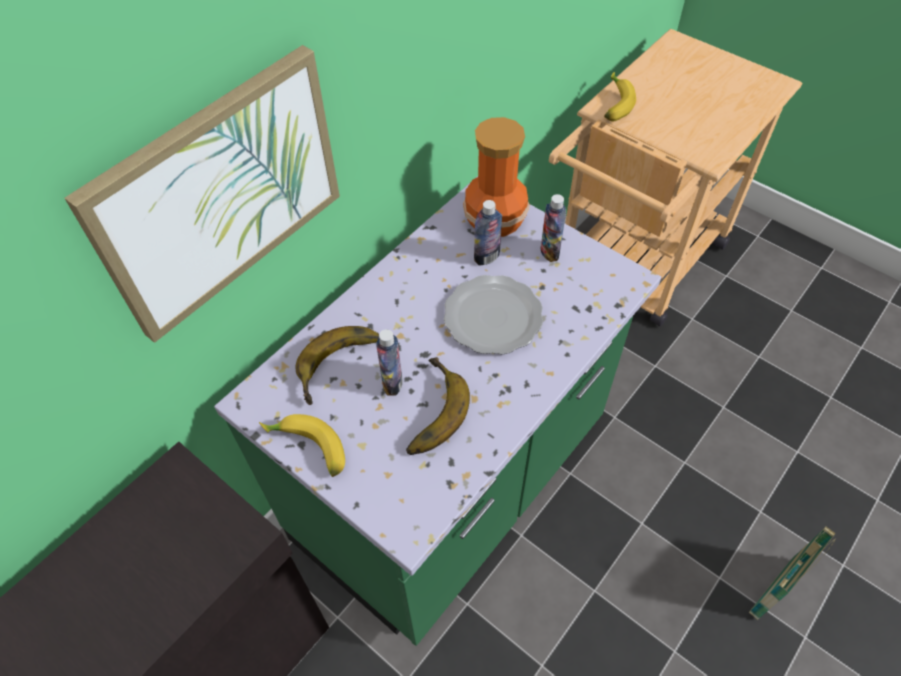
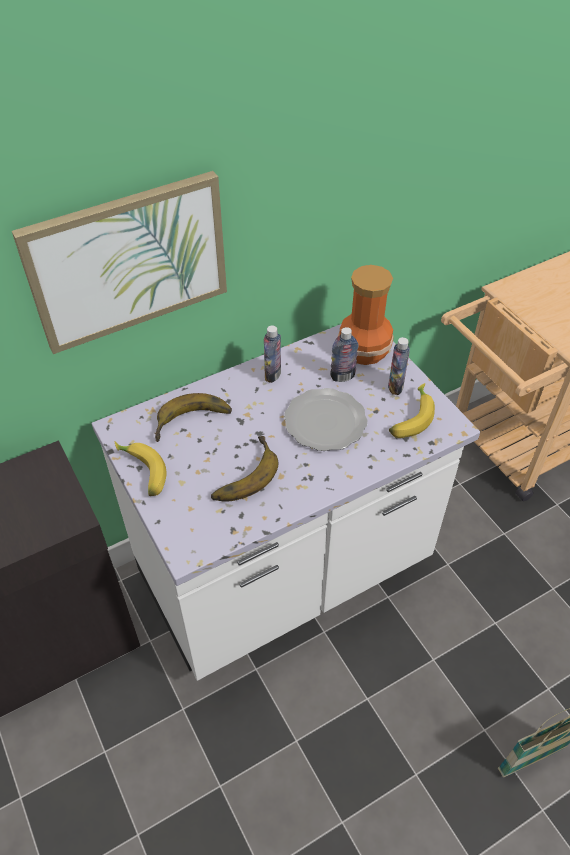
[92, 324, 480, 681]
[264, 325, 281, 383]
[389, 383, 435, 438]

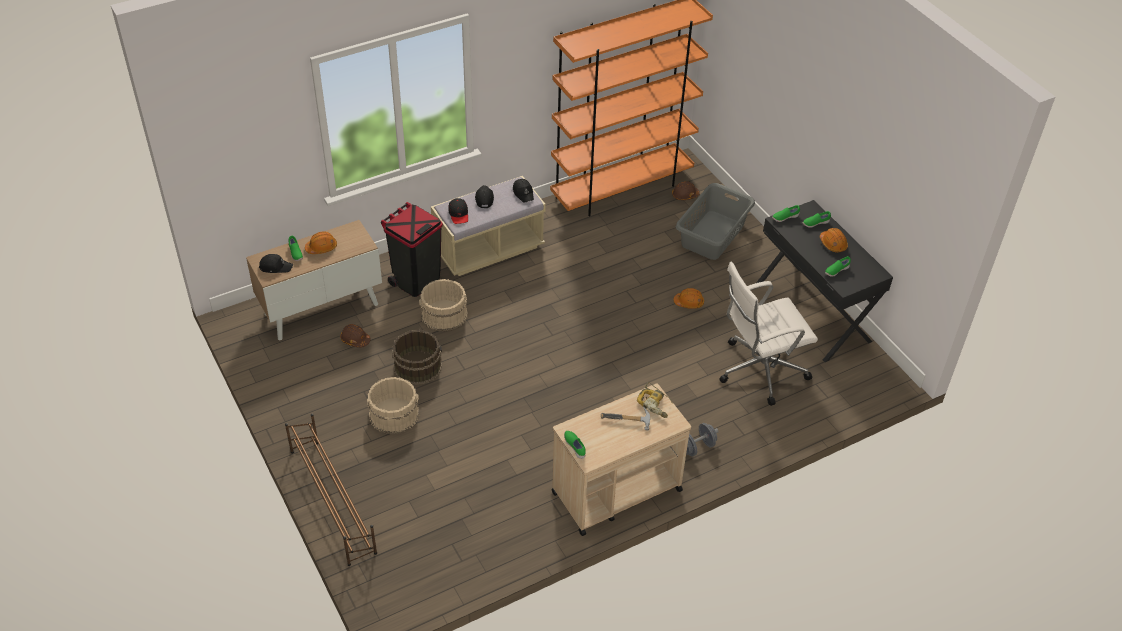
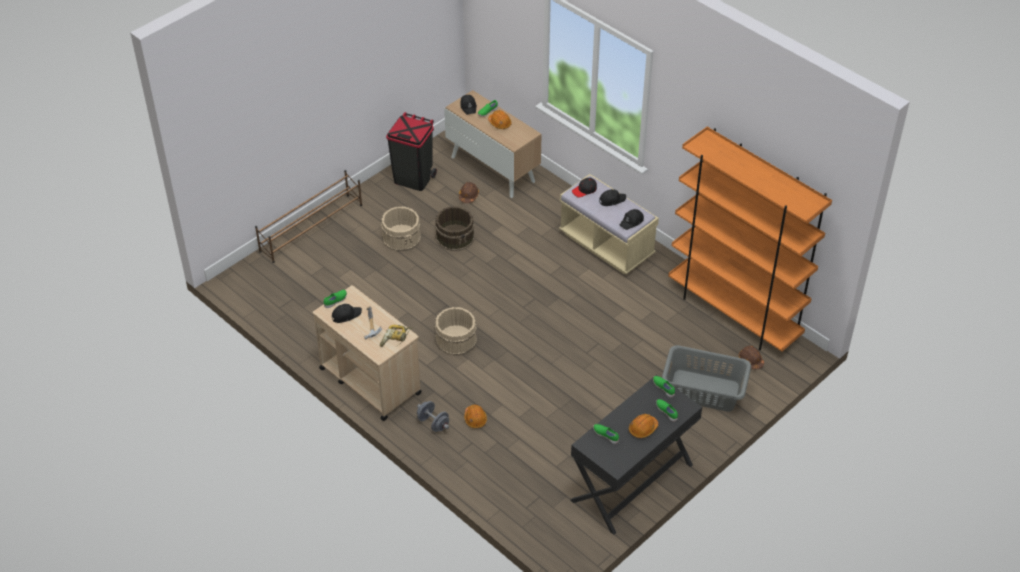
[332, 304, 362, 323]
[386, 112, 437, 191]
[435, 307, 477, 356]
[464, 404, 487, 428]
[719, 262, 818, 406] (first image)

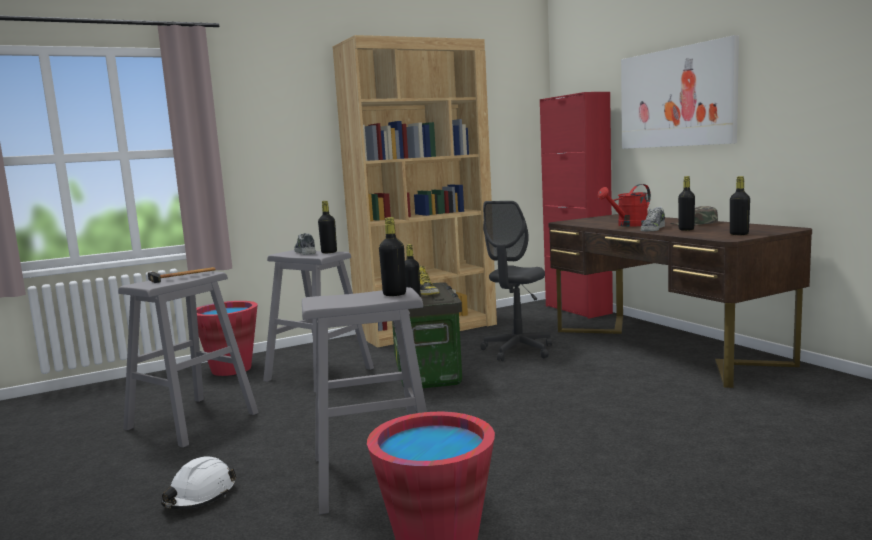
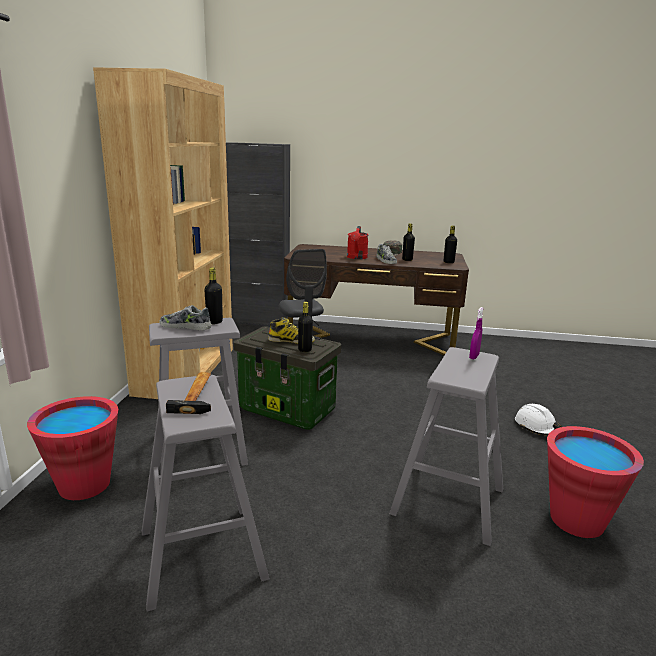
[226, 142, 290, 326]
[469, 307, 483, 359]
[515, 404, 562, 435]
[621, 35, 739, 149] (first image)

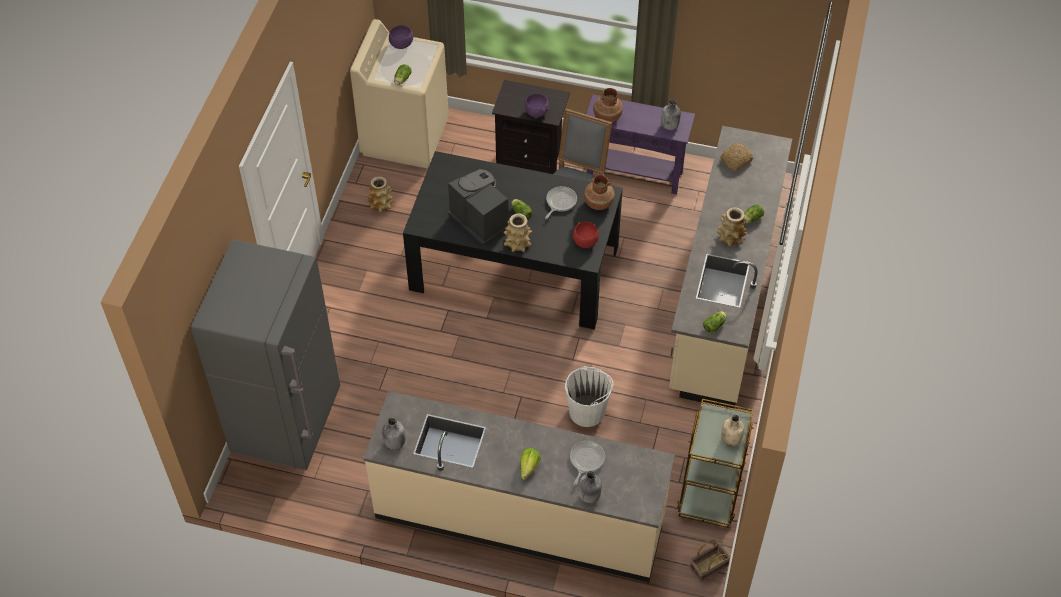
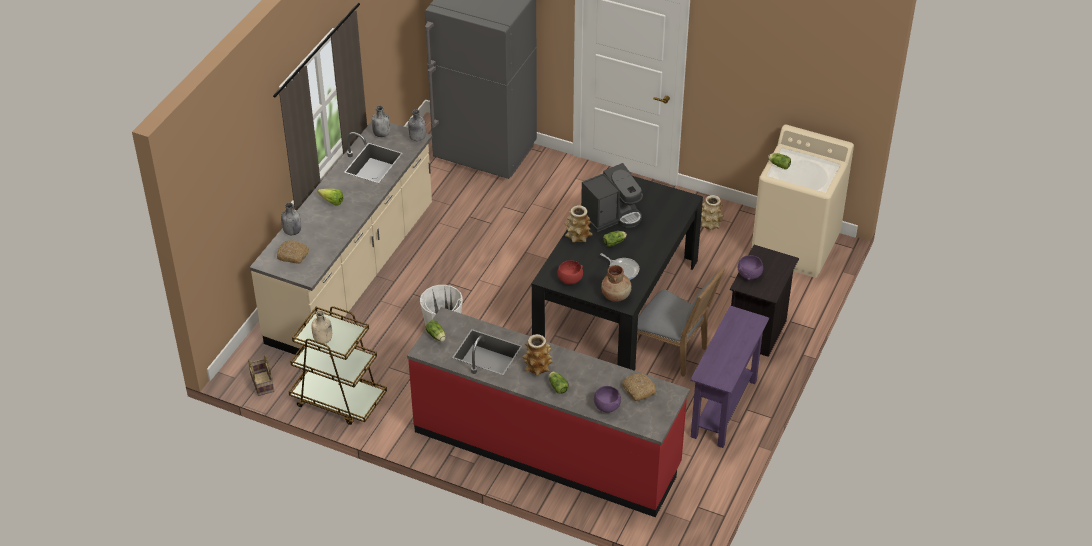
[277, 240, 309, 264]
[407, 307, 690, 518]
[408, 110, 426, 141]
[594, 386, 621, 413]
[570, 441, 605, 485] (first image)
[593, 88, 623, 122] (first image)

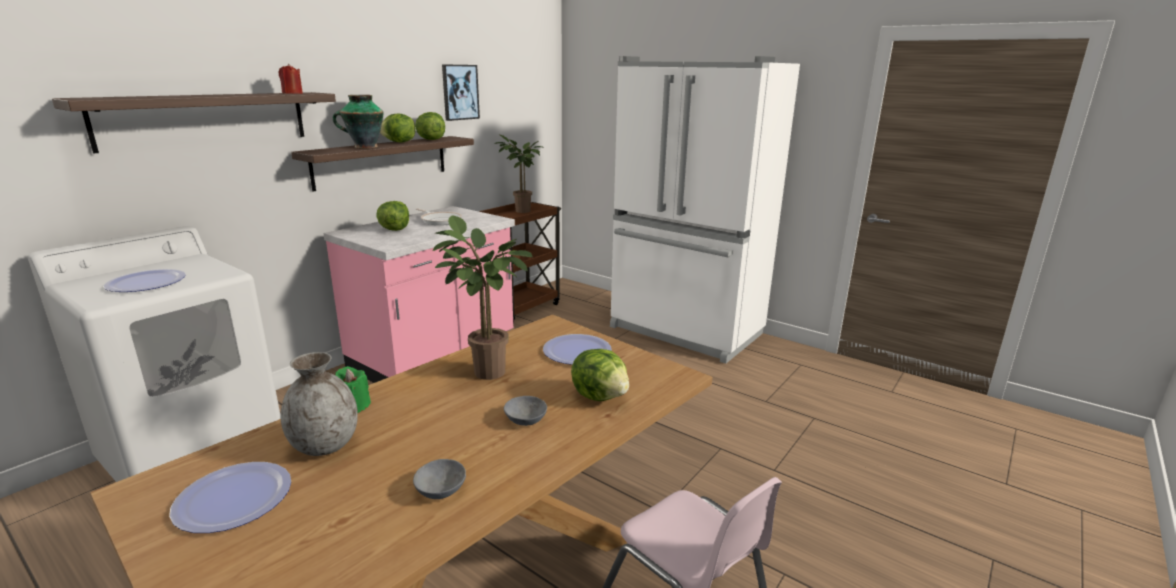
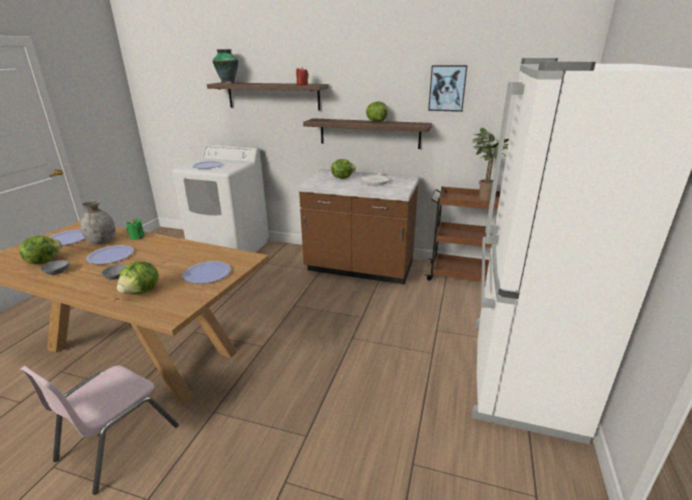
[19, 236, 62, 264]
[86, 245, 134, 264]
[212, 49, 238, 84]
[296, 169, 420, 285]
[433, 216, 533, 380] (first image)

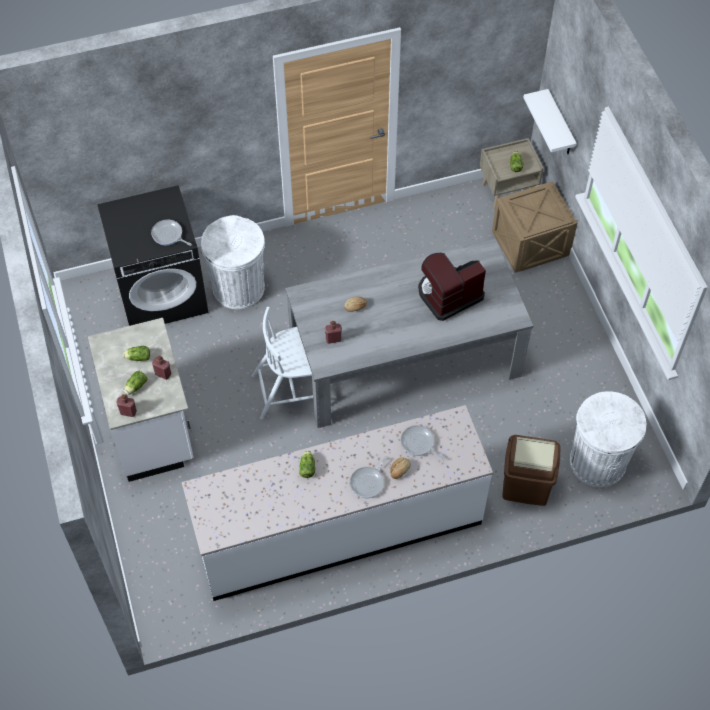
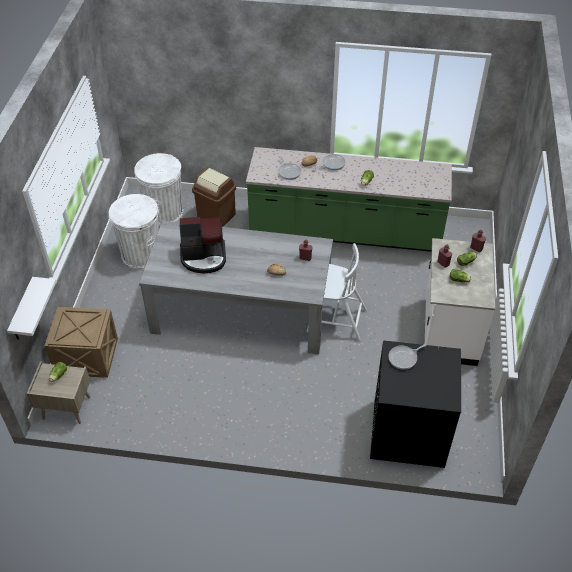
[109, 194, 159, 269]
[246, 147, 452, 252]
[388, 344, 426, 370]

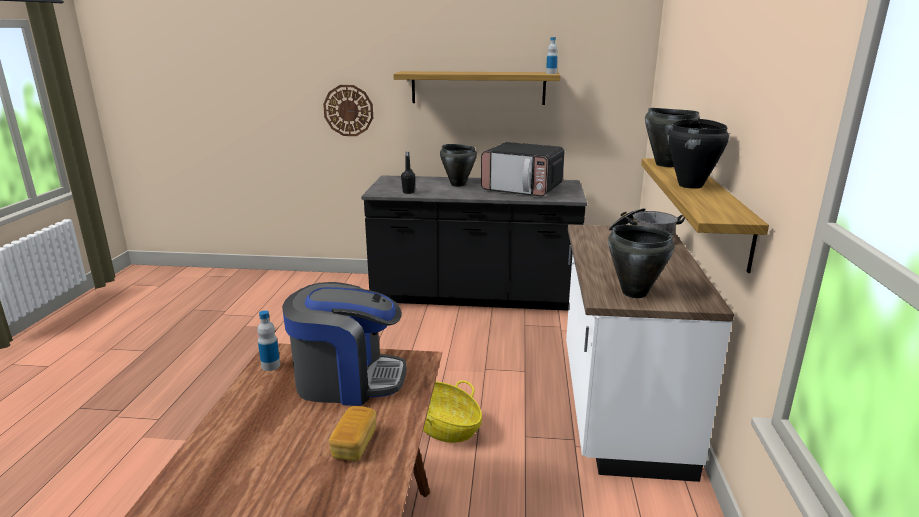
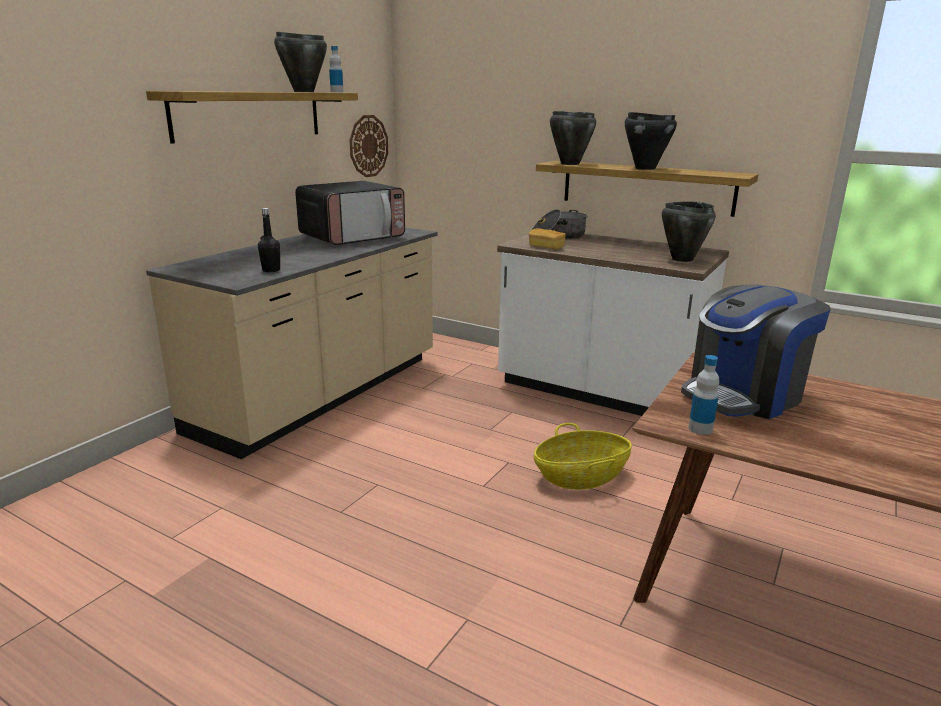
[146, 227, 438, 459]
[274, 32, 327, 92]
[350, 115, 388, 177]
[529, 228, 566, 249]
[681, 285, 831, 419]

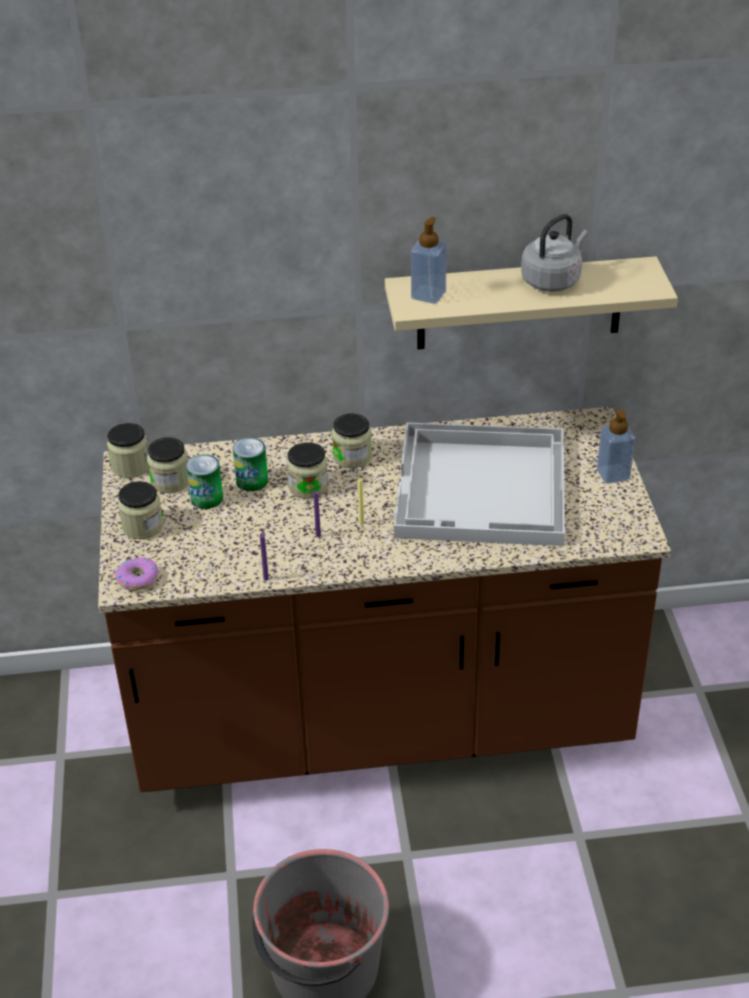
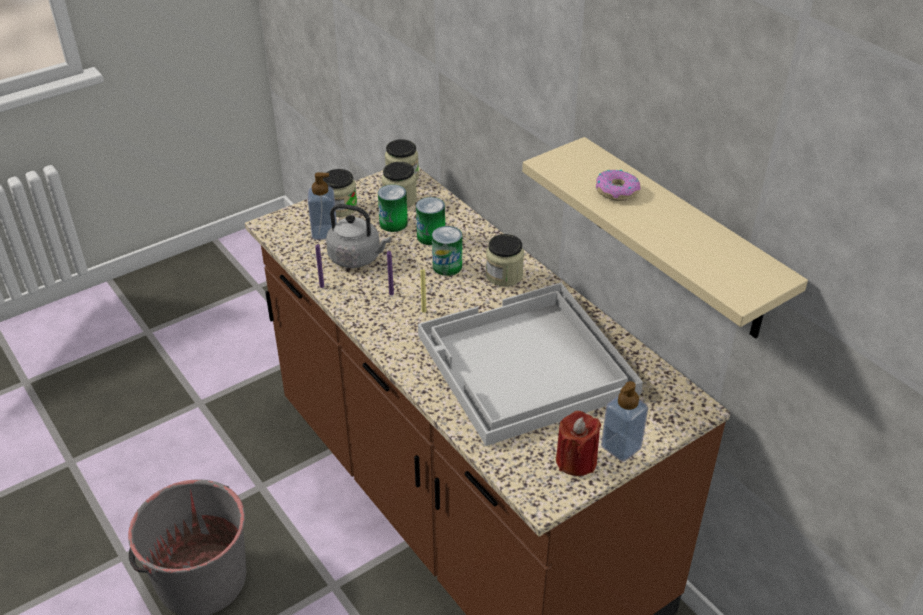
[308, 172, 337, 240]
[326, 204, 391, 268]
[432, 226, 462, 276]
[556, 411, 601, 476]
[596, 169, 641, 201]

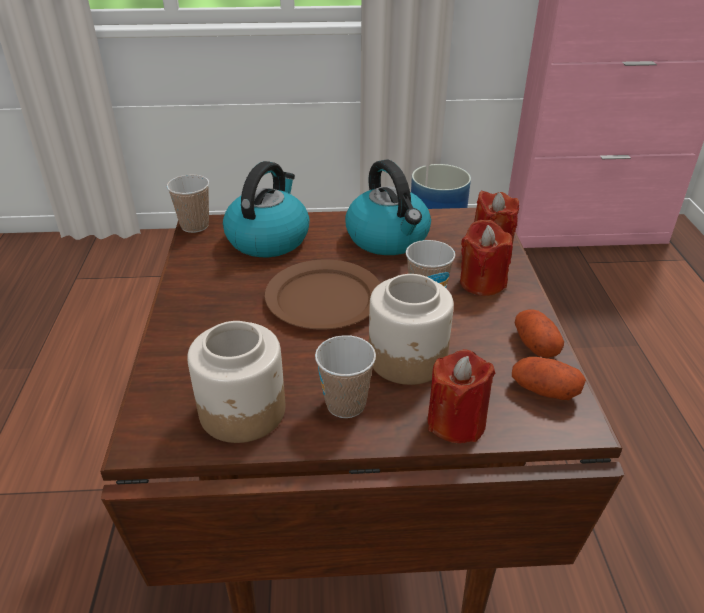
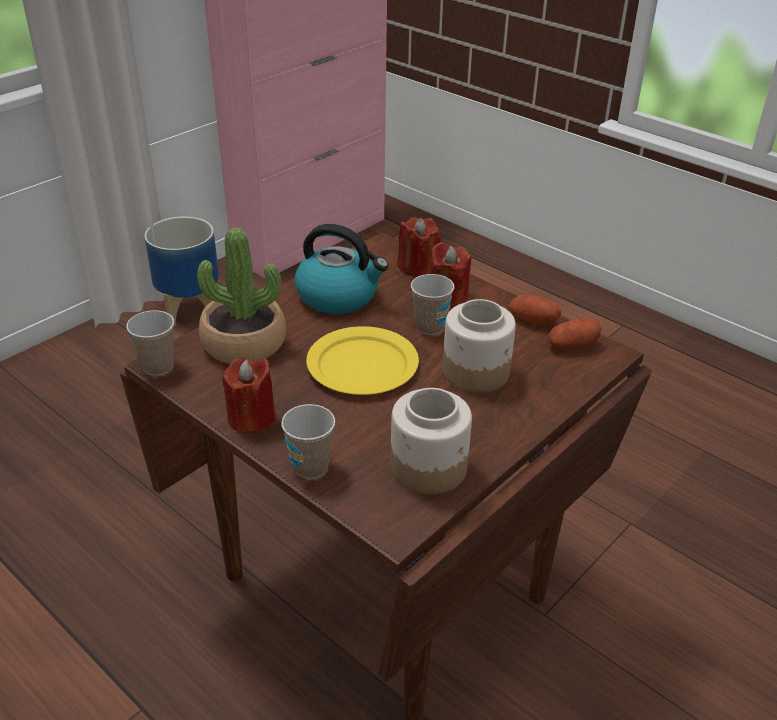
[197, 228, 286, 364]
[222, 358, 276, 433]
[281, 404, 335, 479]
[306, 326, 419, 395]

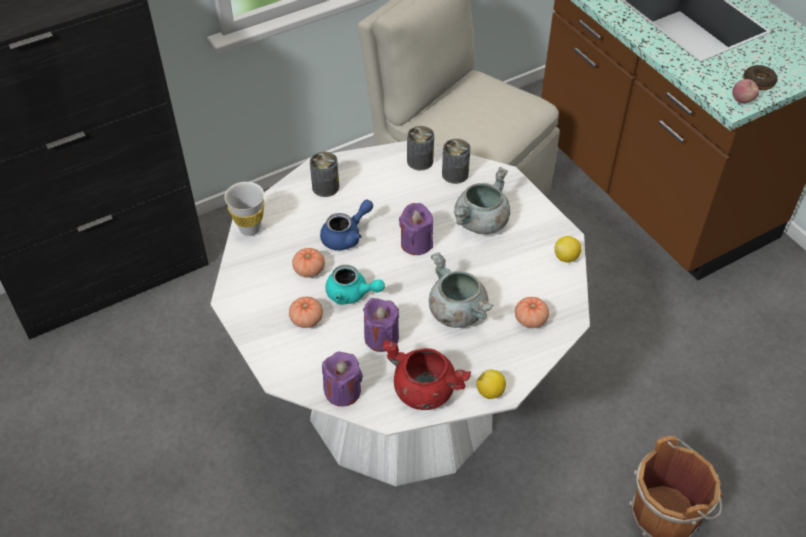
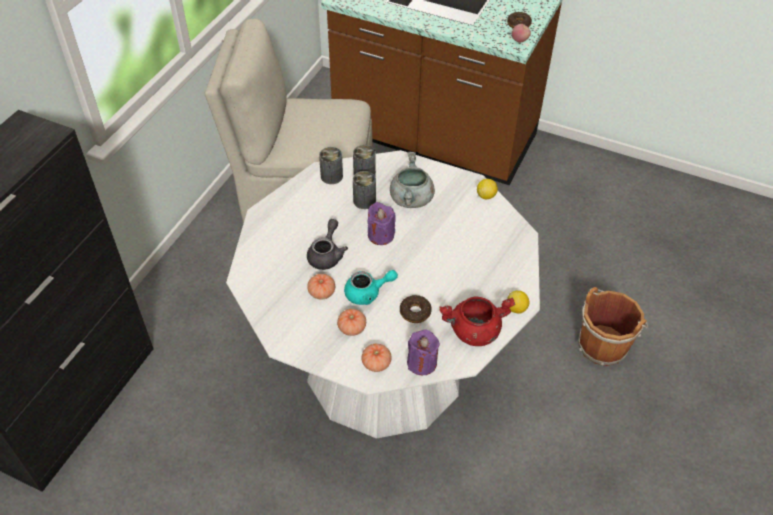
[307, 219, 348, 270]
[353, 171, 376, 209]
[361, 344, 392, 372]
[400, 295, 432, 323]
[224, 182, 264, 236] (first image)
[429, 252, 494, 328] (first image)

